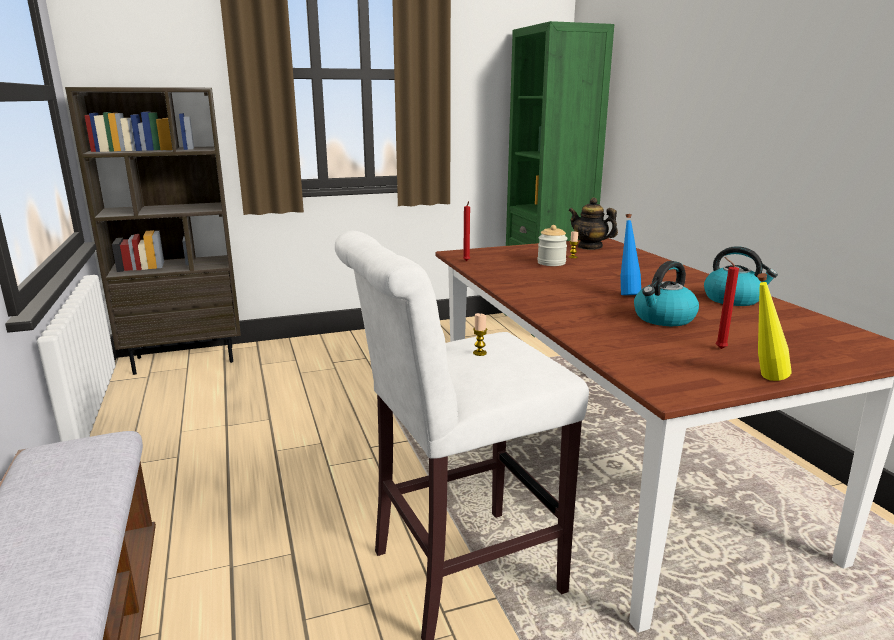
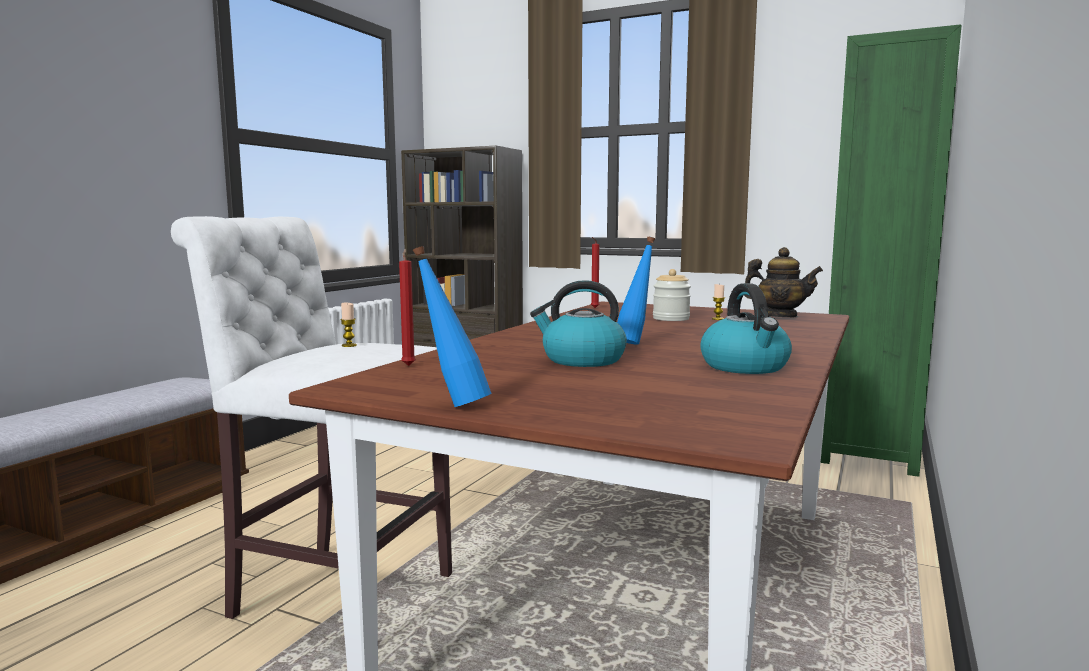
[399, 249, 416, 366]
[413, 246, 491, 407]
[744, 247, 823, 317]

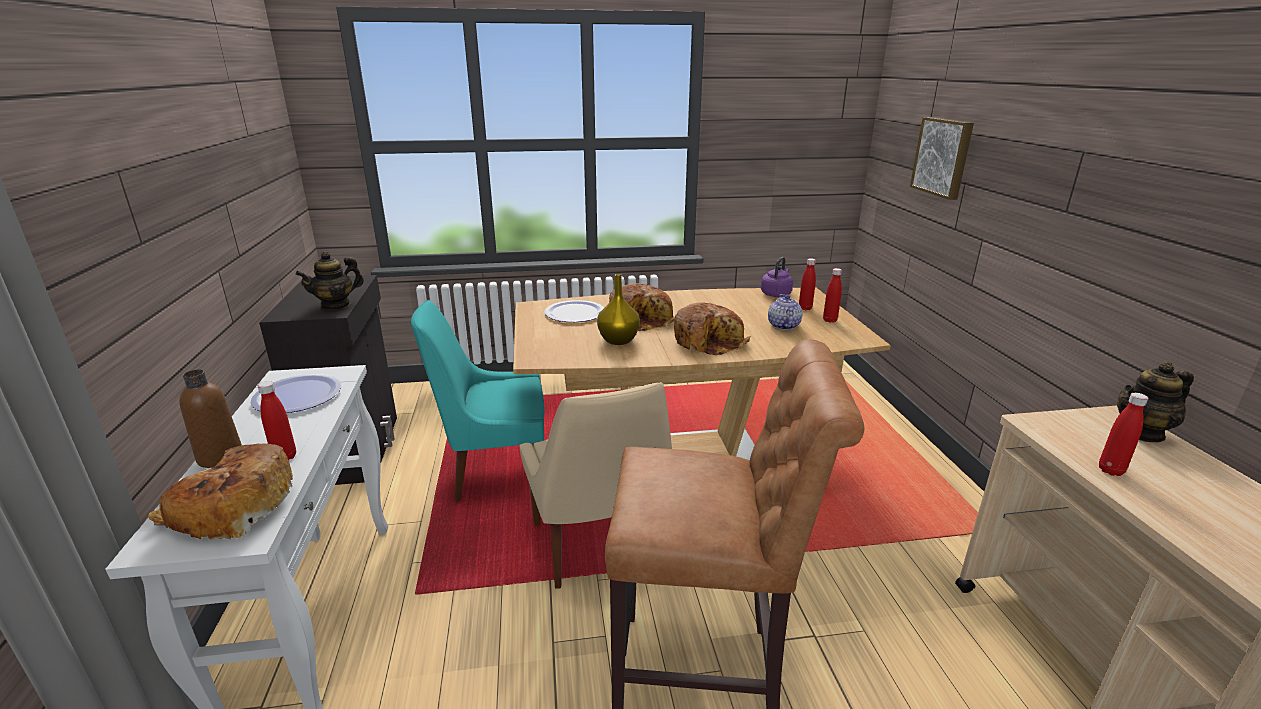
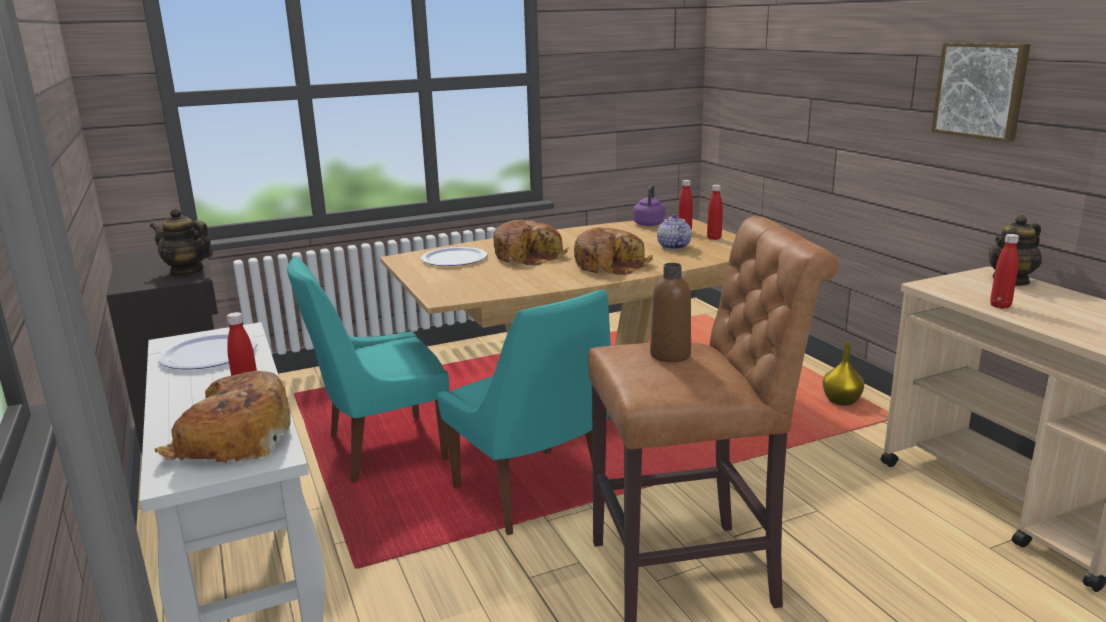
[150, 208, 213, 277]
[437, 289, 611, 535]
[650, 263, 691, 362]
[823, 342, 864, 406]
[931, 42, 1031, 142]

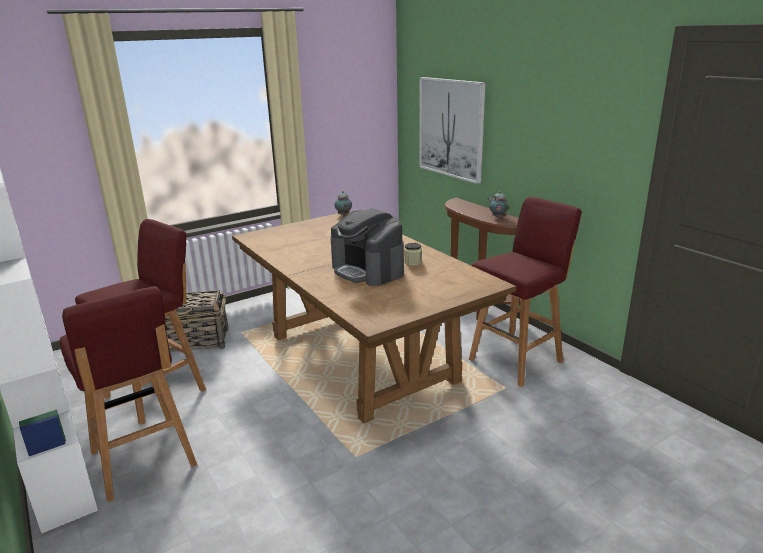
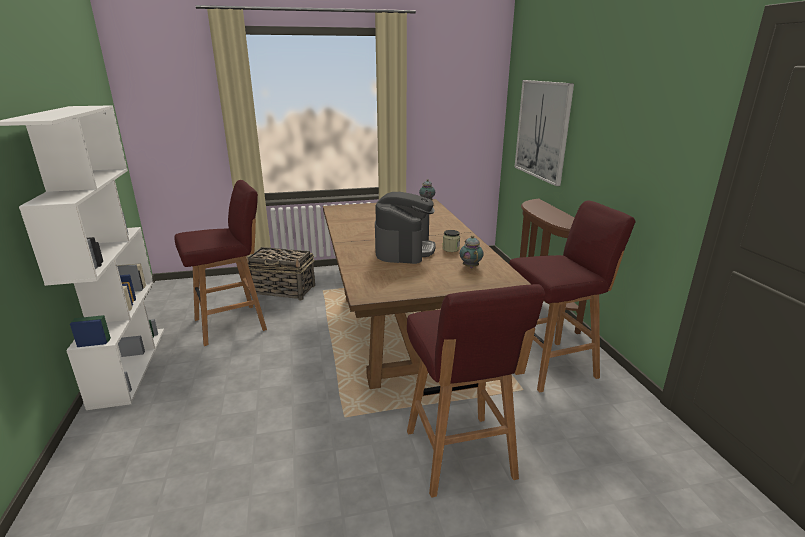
[375, 192, 436, 264]
[407, 284, 545, 498]
[460, 236, 484, 268]

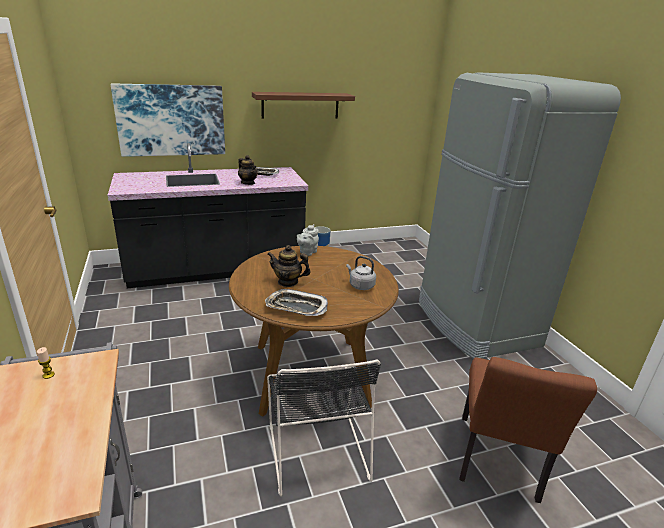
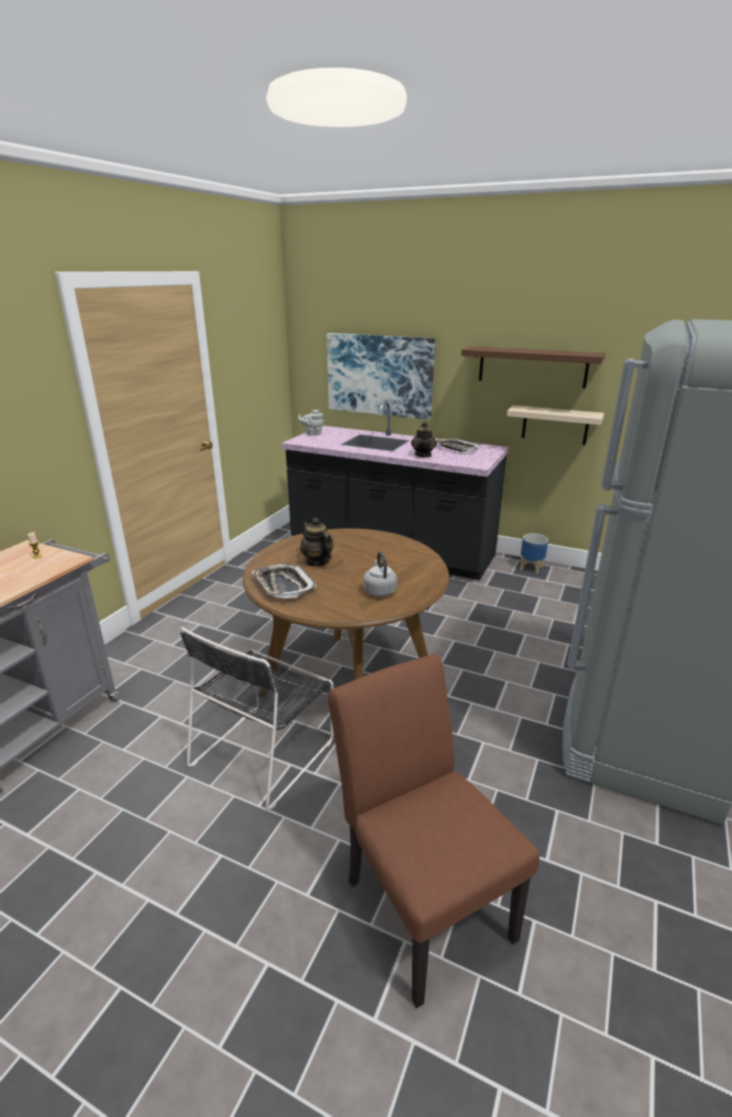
[298, 410, 324, 435]
[328, 654, 540, 1008]
[507, 405, 604, 445]

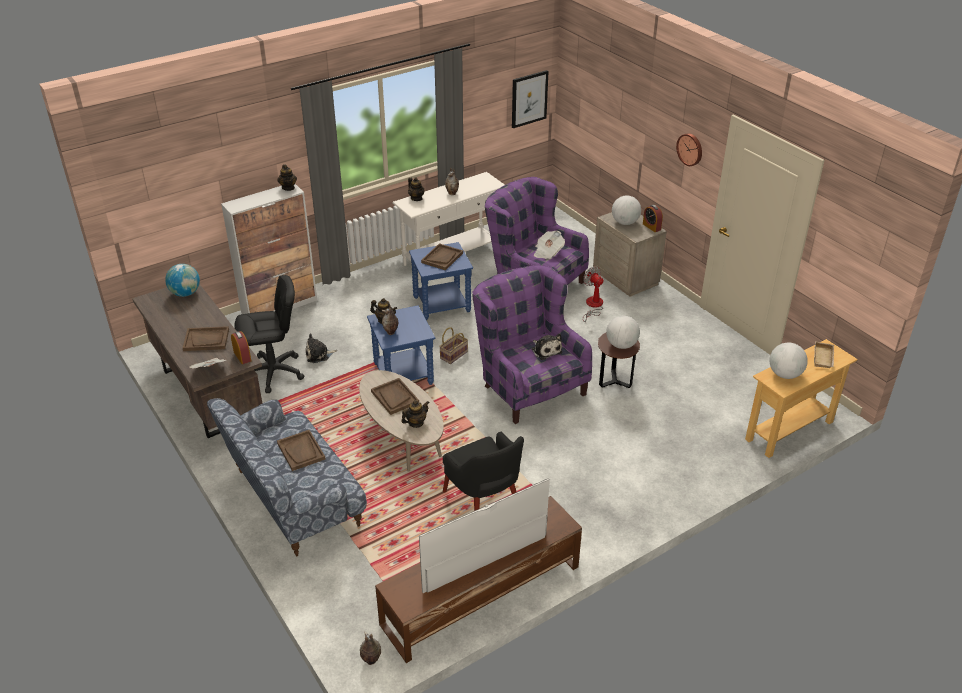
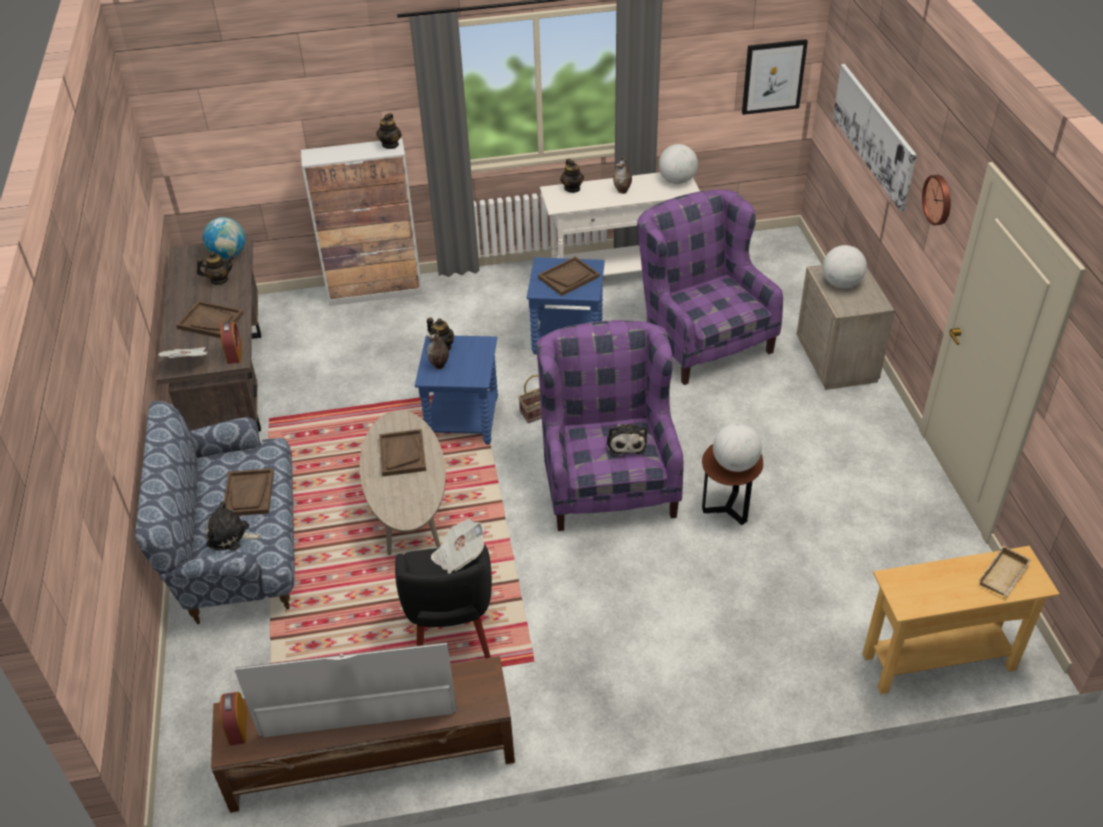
[196, 251, 234, 285]
[206, 501, 262, 551]
[220, 692, 247, 746]
[431, 519, 485, 574]
[658, 144, 698, 184]
[833, 64, 917, 212]
[234, 275, 305, 393] (first image)
[360, 631, 381, 665] (first image)
[583, 267, 604, 322] (first image)

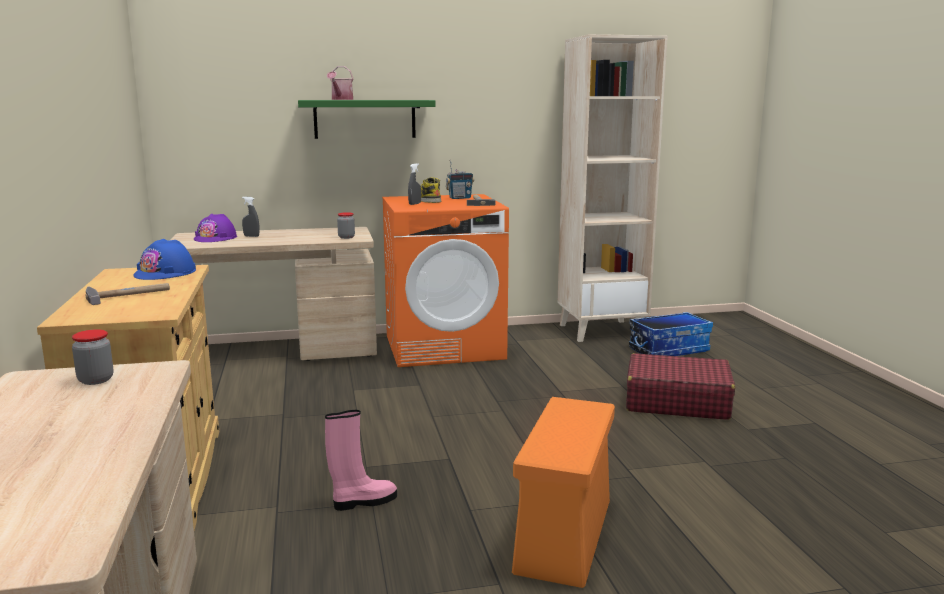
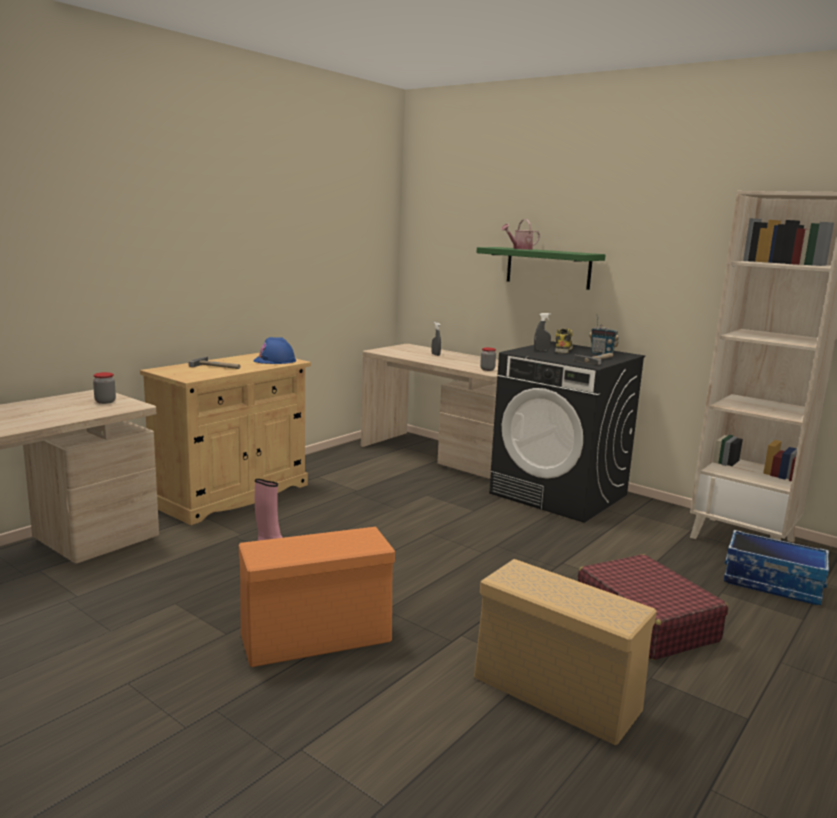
[474, 559, 657, 745]
[489, 341, 645, 523]
[194, 214, 237, 242] (first image)

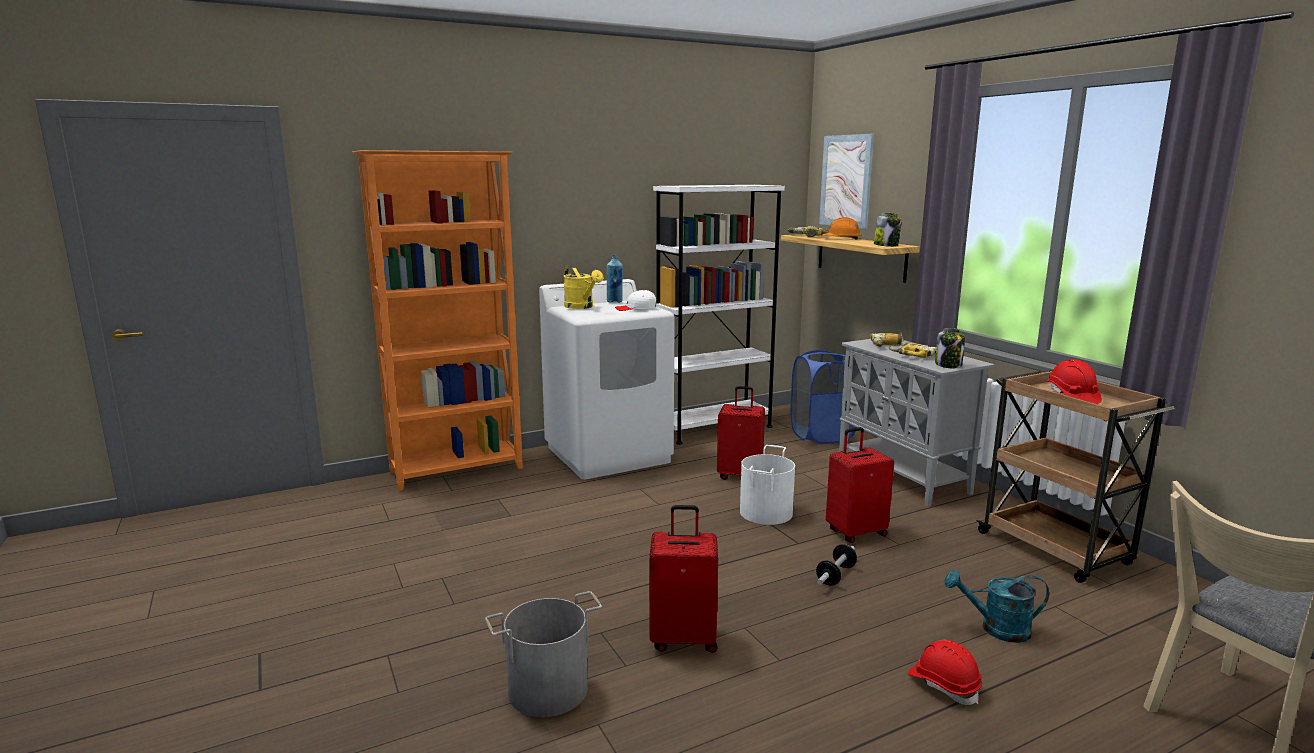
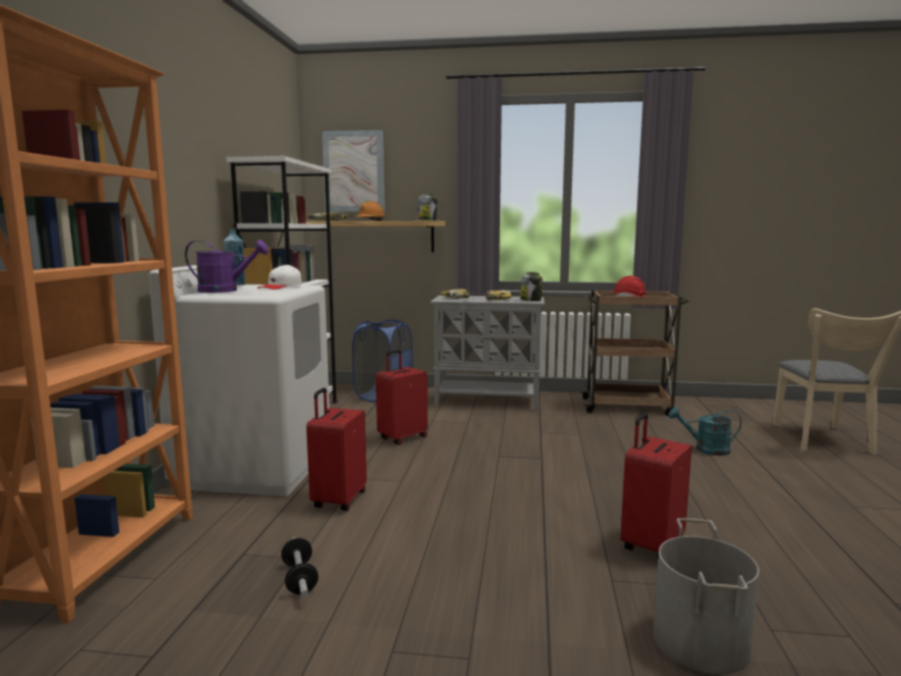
[185, 240, 269, 293]
[281, 537, 318, 597]
[306, 388, 367, 511]
[669, 407, 741, 456]
[740, 445, 795, 525] (first image)
[908, 640, 982, 705] (first image)

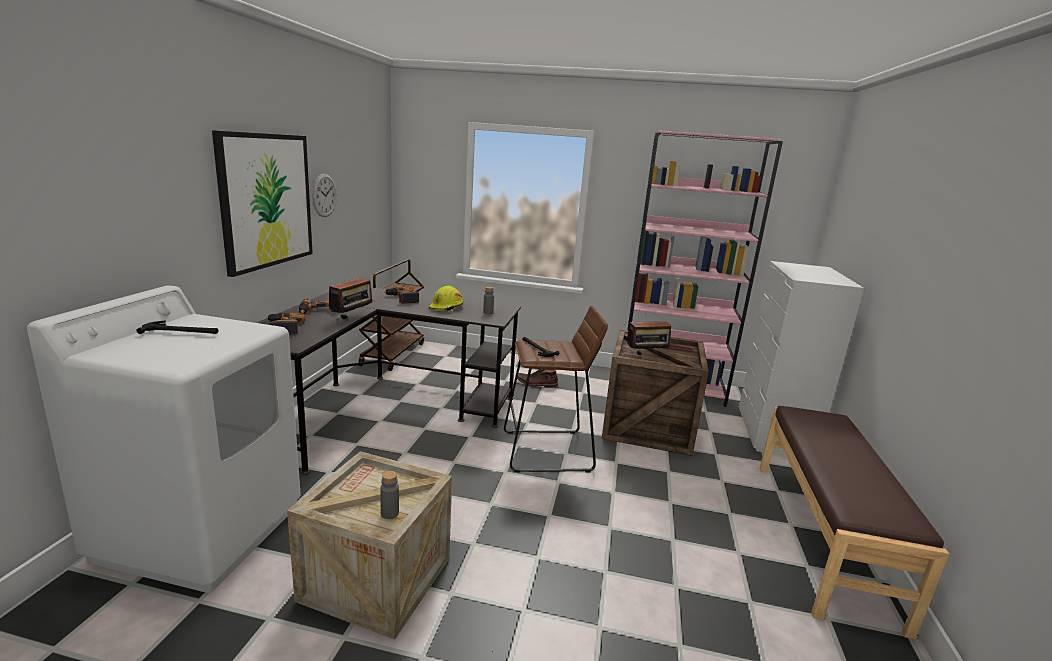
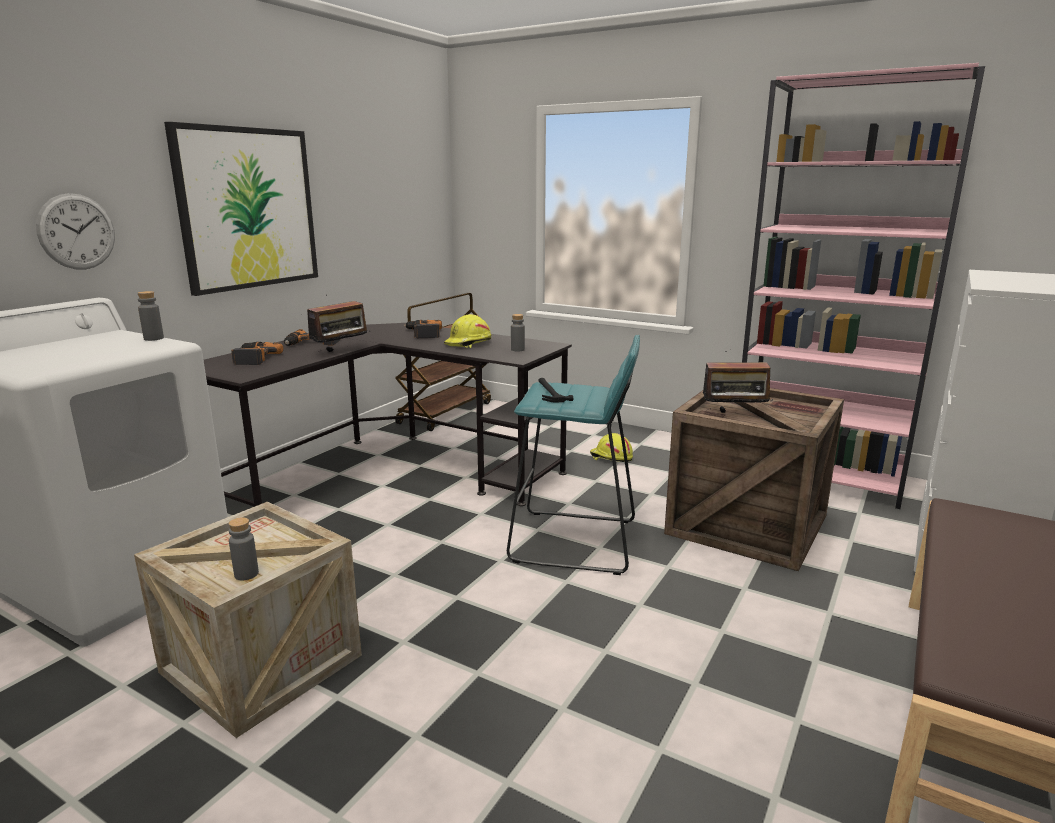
[36, 193, 115, 270]
[137, 291, 164, 341]
[507, 335, 640, 575]
[590, 433, 633, 462]
[136, 321, 219, 334] (first image)

